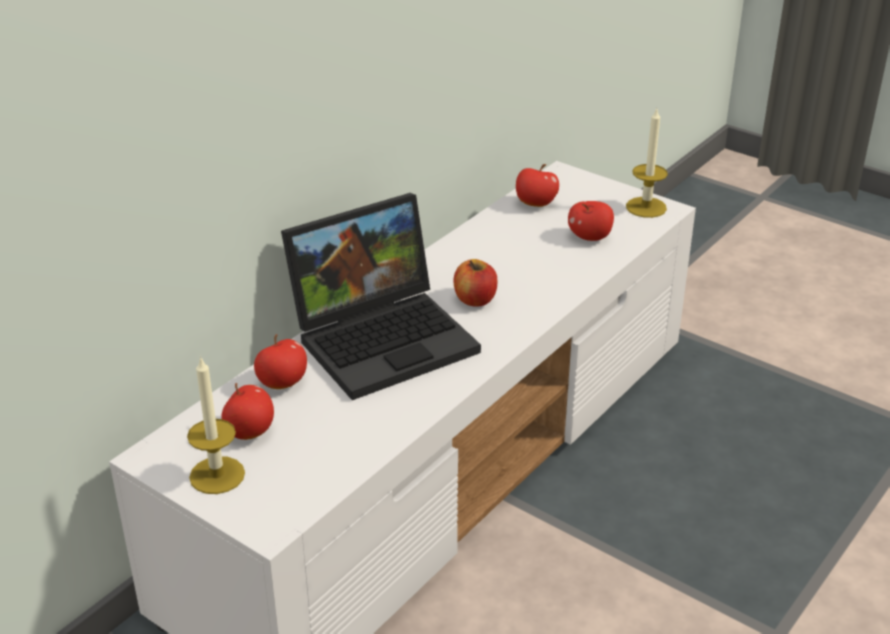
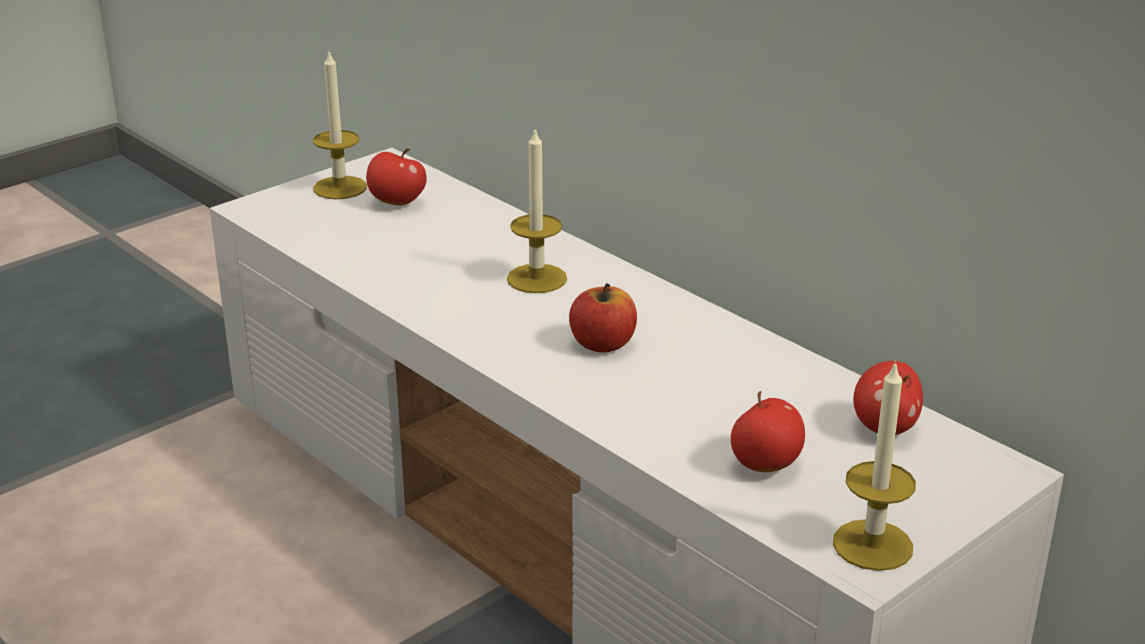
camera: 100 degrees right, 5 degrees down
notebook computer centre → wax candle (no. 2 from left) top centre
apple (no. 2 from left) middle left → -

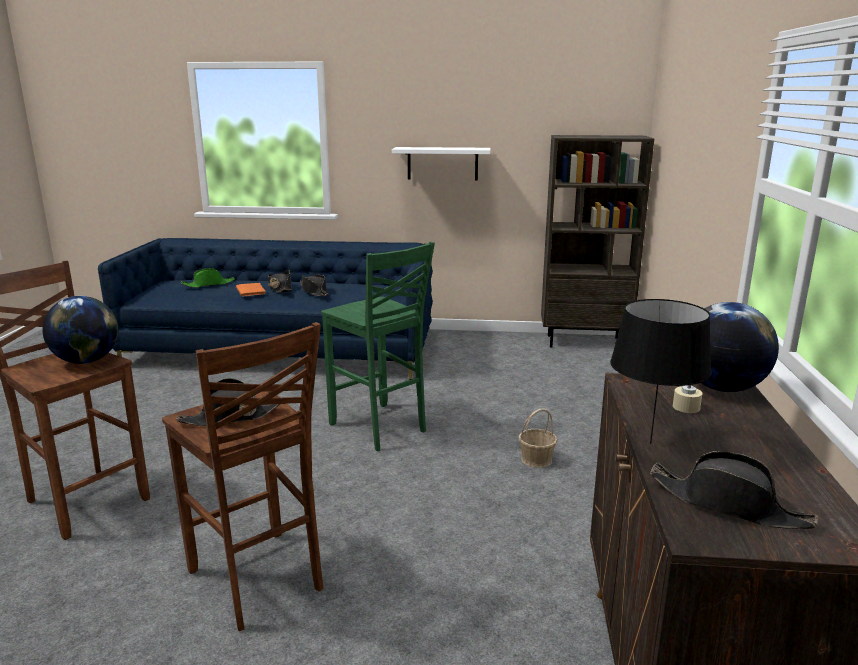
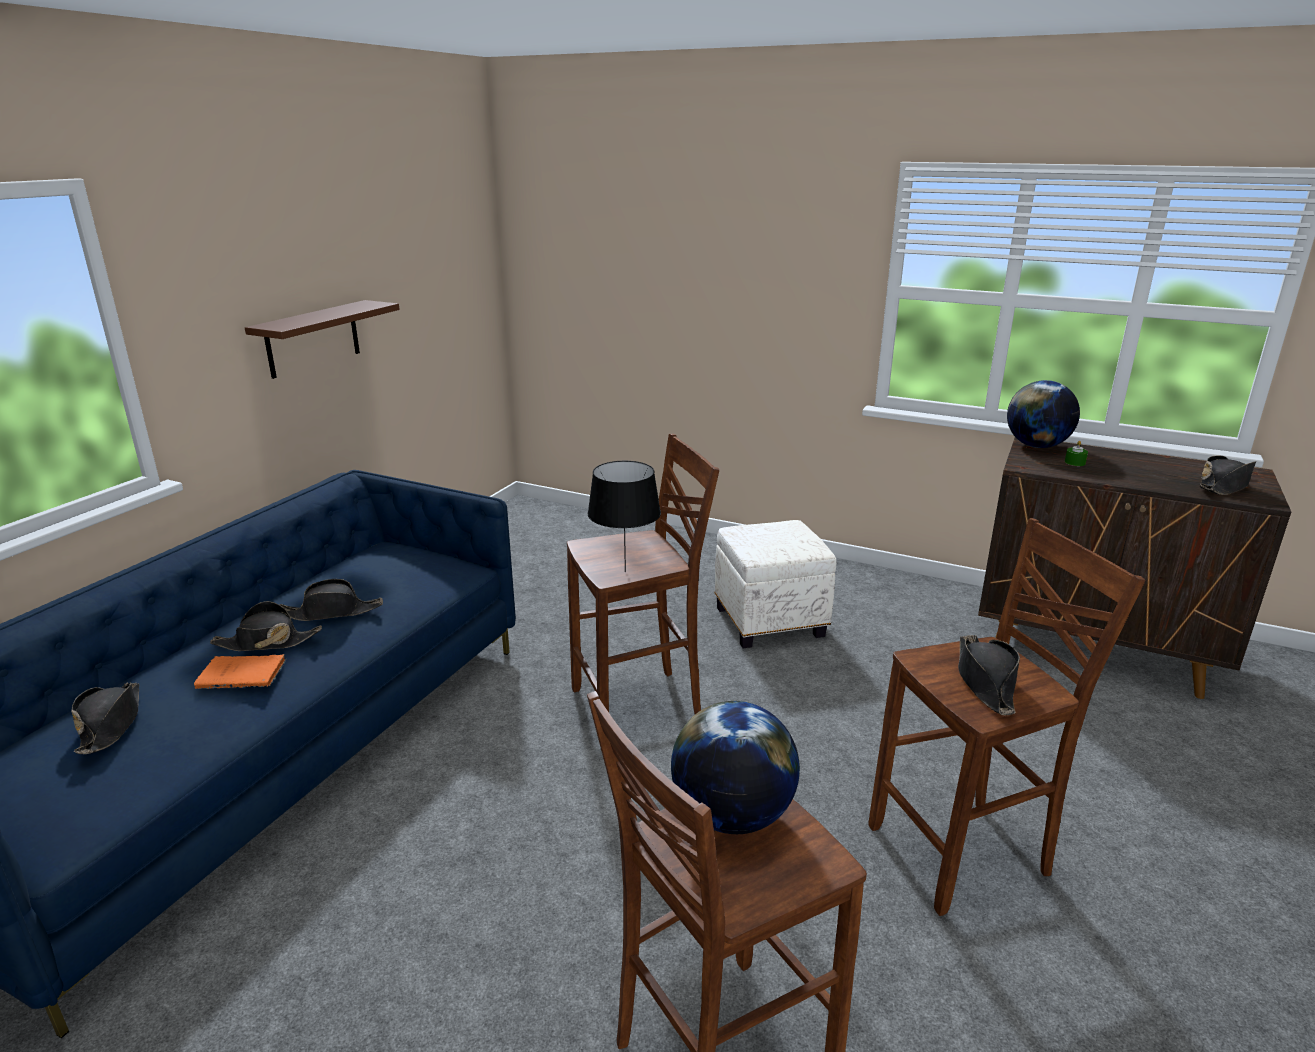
camera: 70 degrees left, 5 degrees up
greenish wearable hat middle left → blackish wearable hat (no. 1 from left) bottom left
white-coloured wall shelf top centre → brownish wall shelf top left
greenish stool seat centre → brownish stool seat (no. 1 from left) centre
blackish table lamp middle right → blackish table lamp centre, shifted
household basket centre → white-coloured pouffe centre
sand-coloured wax candle middle right → greenish wax candle middle right
brownish shelving unit middle right → -

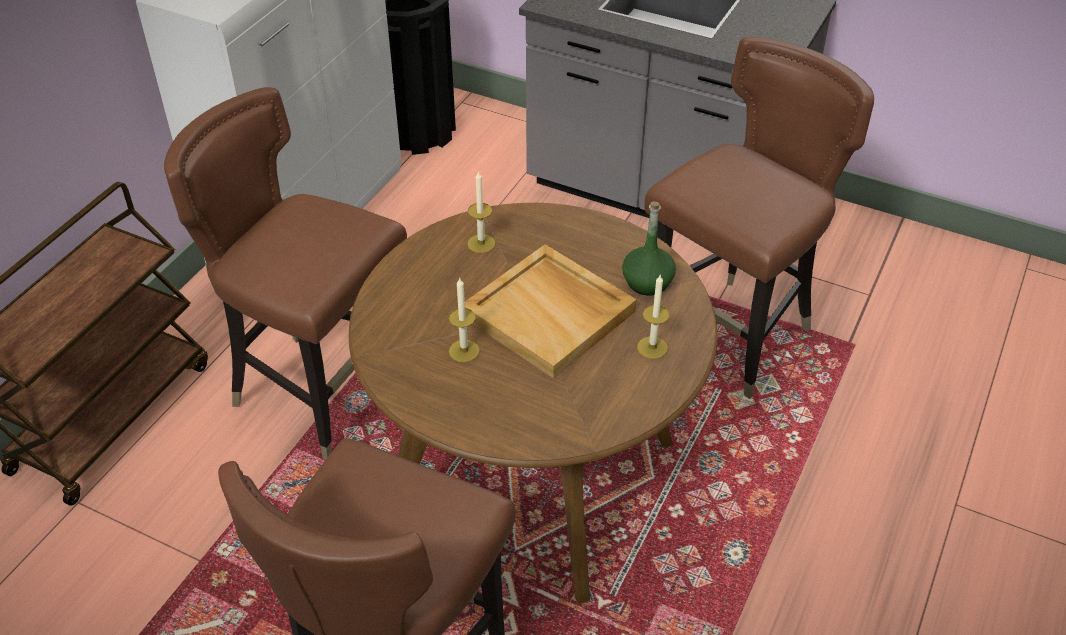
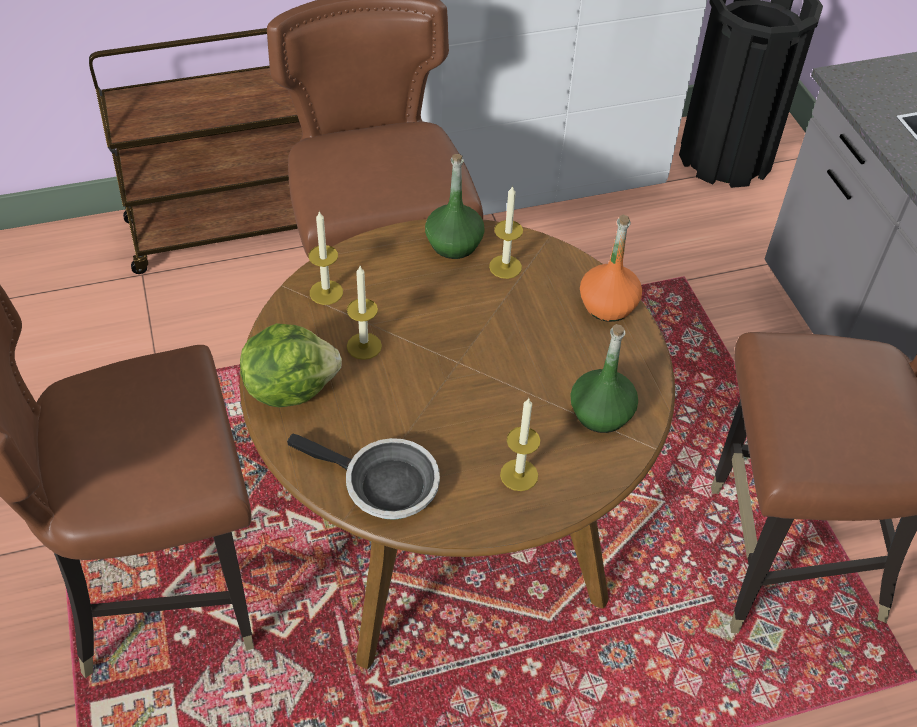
camera: 45 degrees right, 5 degrees up
- → lettuce middle left
- → pan centre
- → wax candle (no. 1 from left) centre
- → greenish bottle (no. 1 from left) top centre
- → orangey bottle centre
sand-coloured tray centre → -

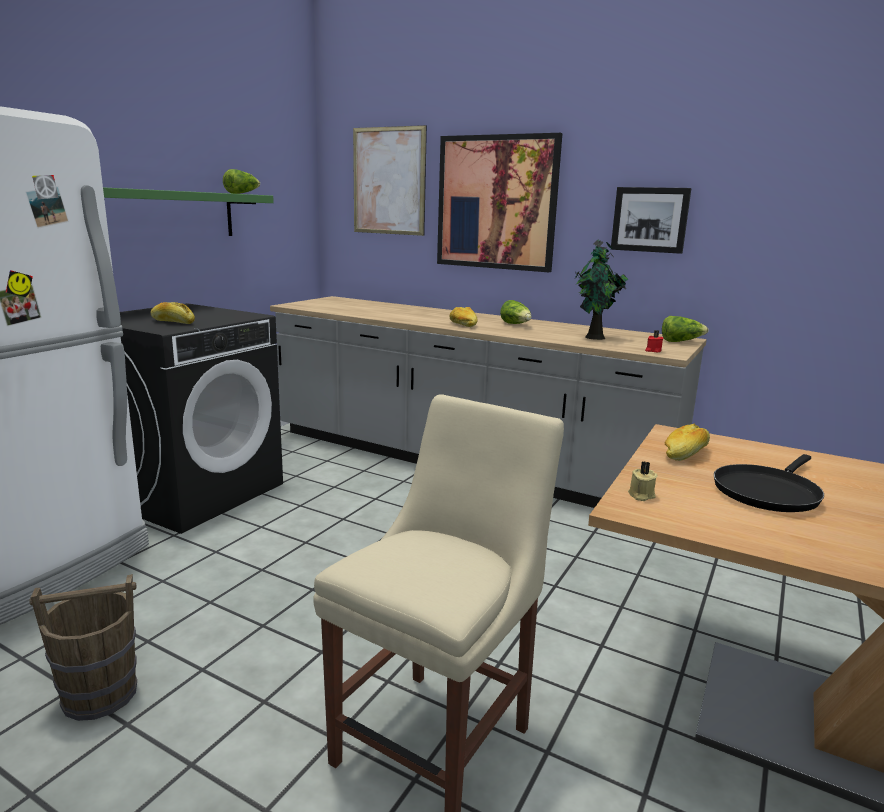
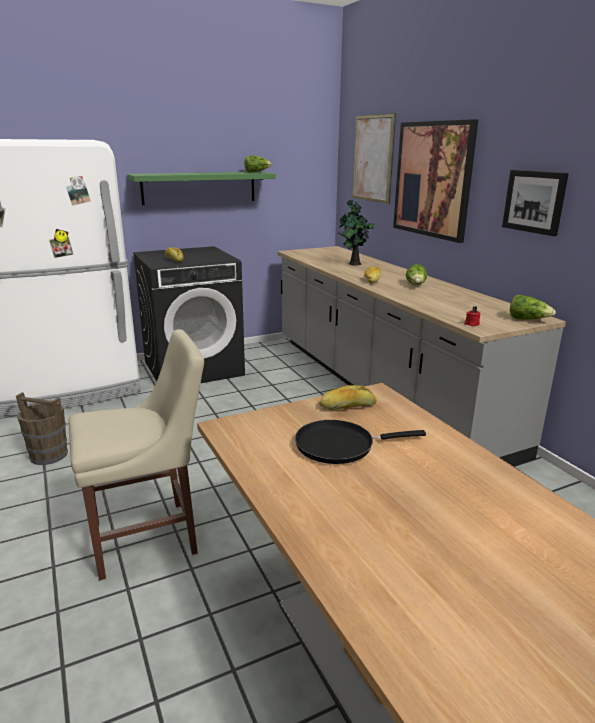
camera: 35 degrees right, 5 degrees up
houseplant middle right → houseplant top centre, shifted
sand-coloured wax candle middle right → -

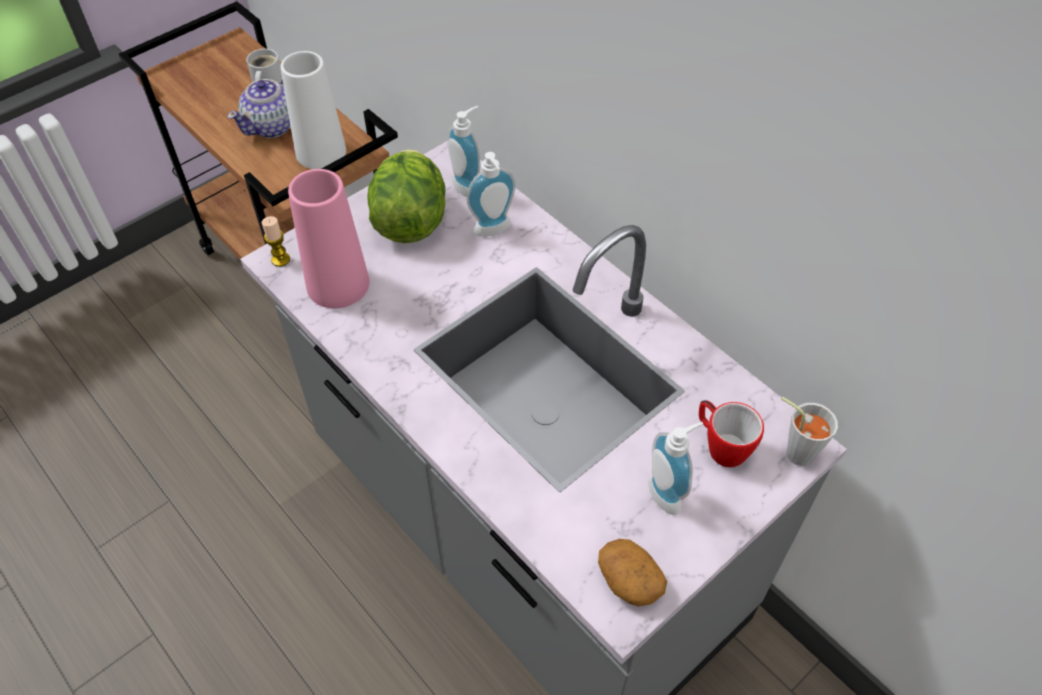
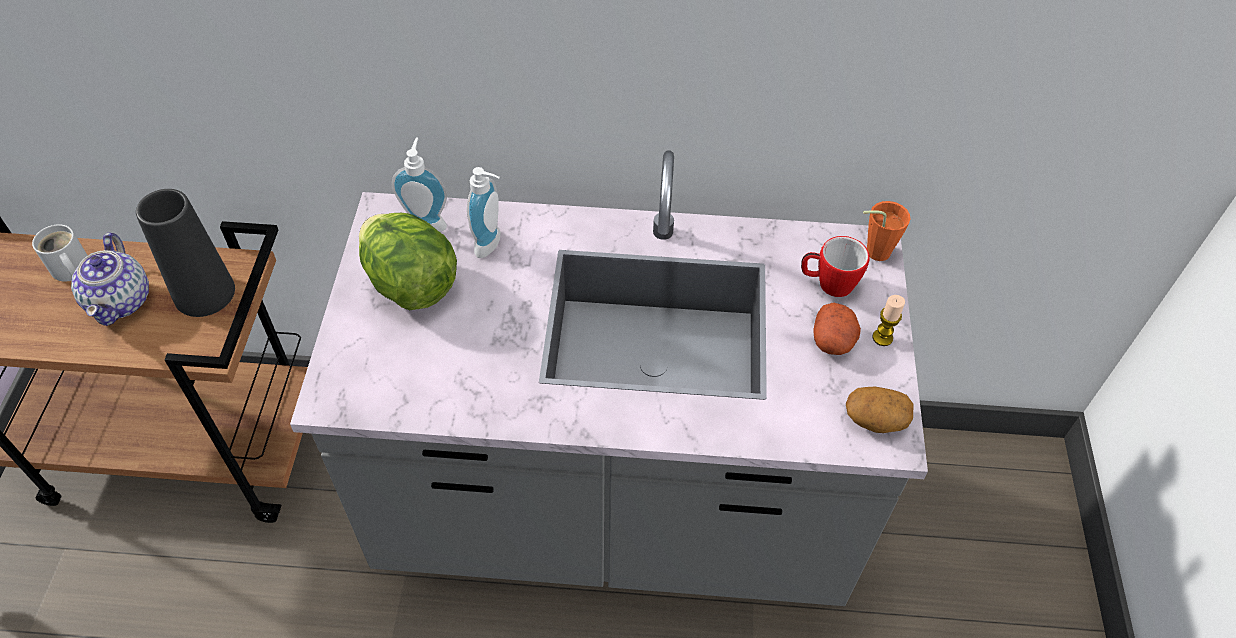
camera: 45 degrees left, 0 degrees up
white-coloured decorative vase top left → blackish decorative vase middle left
soap dispenser (no. 3 from left) bottom centre → spud (no. 1 from left) middle right
gray drinking cup middle right → orangey drinking cup middle right
wax candle middle left → wax candle middle right, shifted
pink decorative vase middle left → -

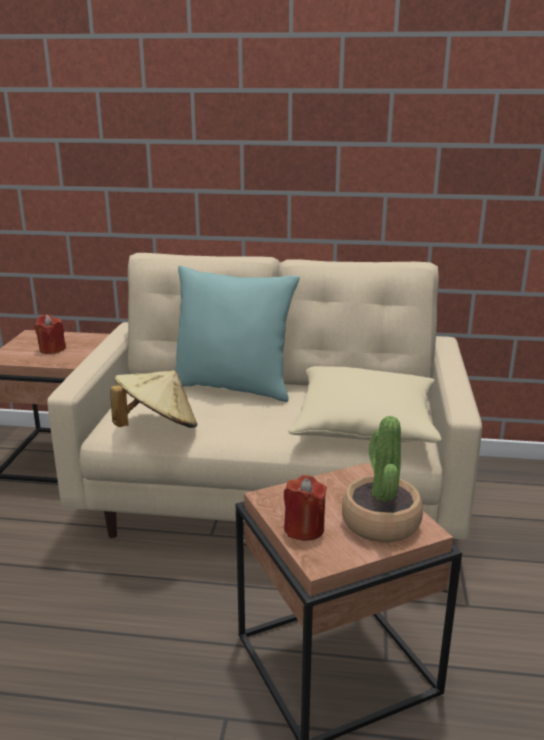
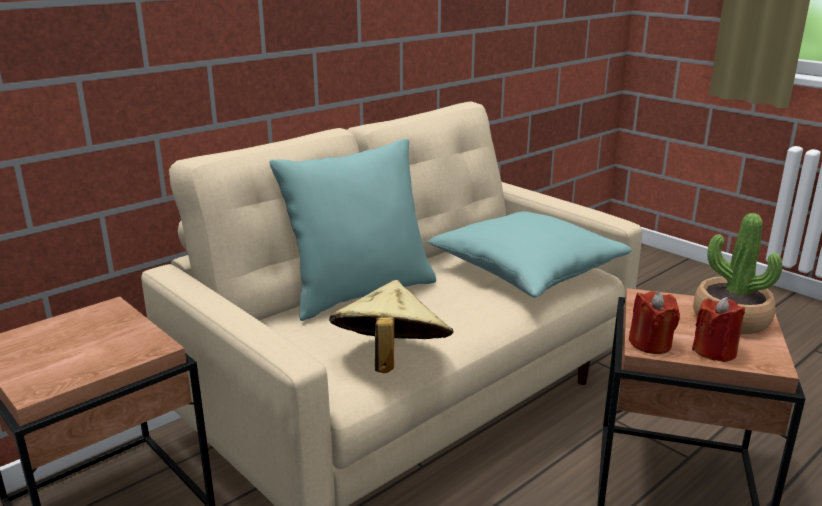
camera: 50 degrees left, 0 degrees up
sand-coloured throw pillow middle right → turquoise throw pillow (no. 2 from left) centre
reddish wax candle (no. 1 from left) middle left → reddish wax candle (no. 1 from left) middle right, shifted

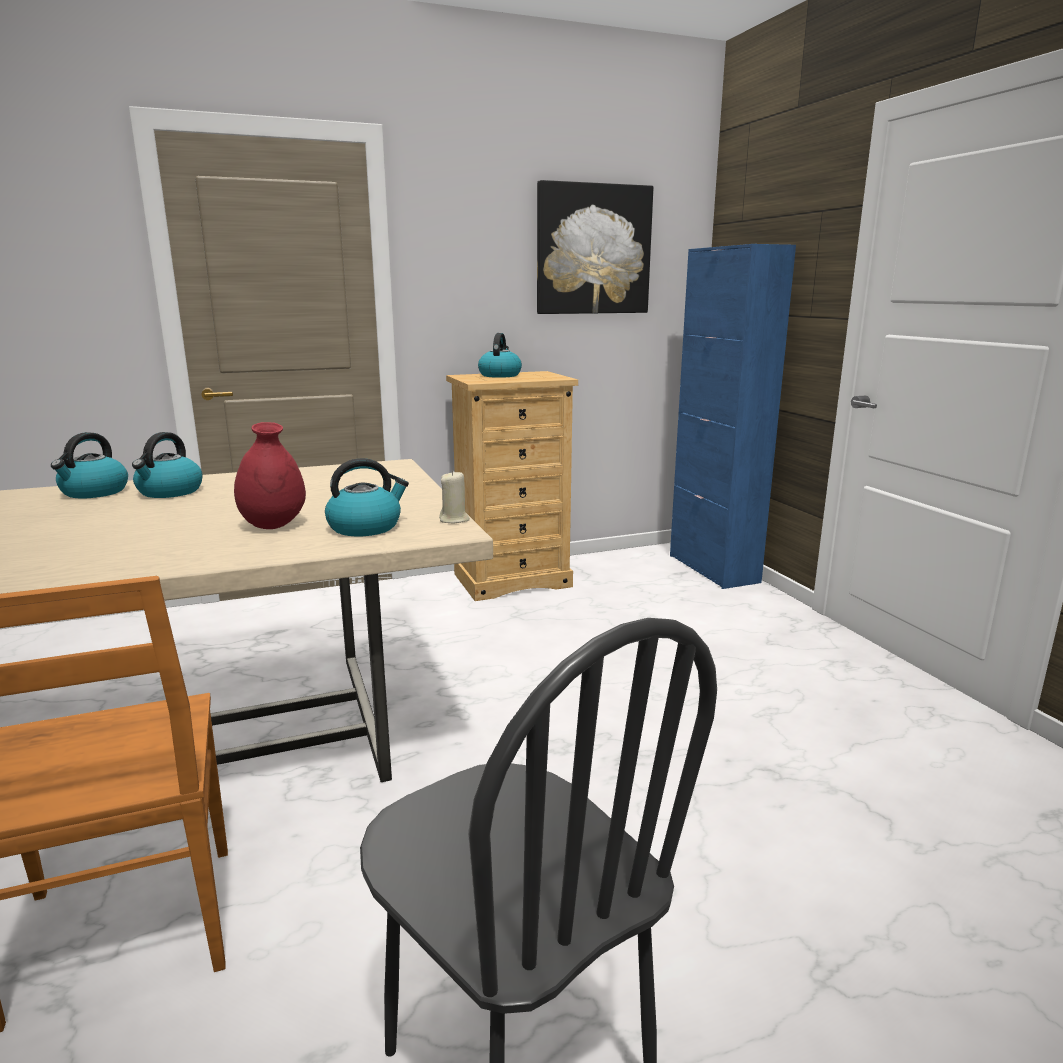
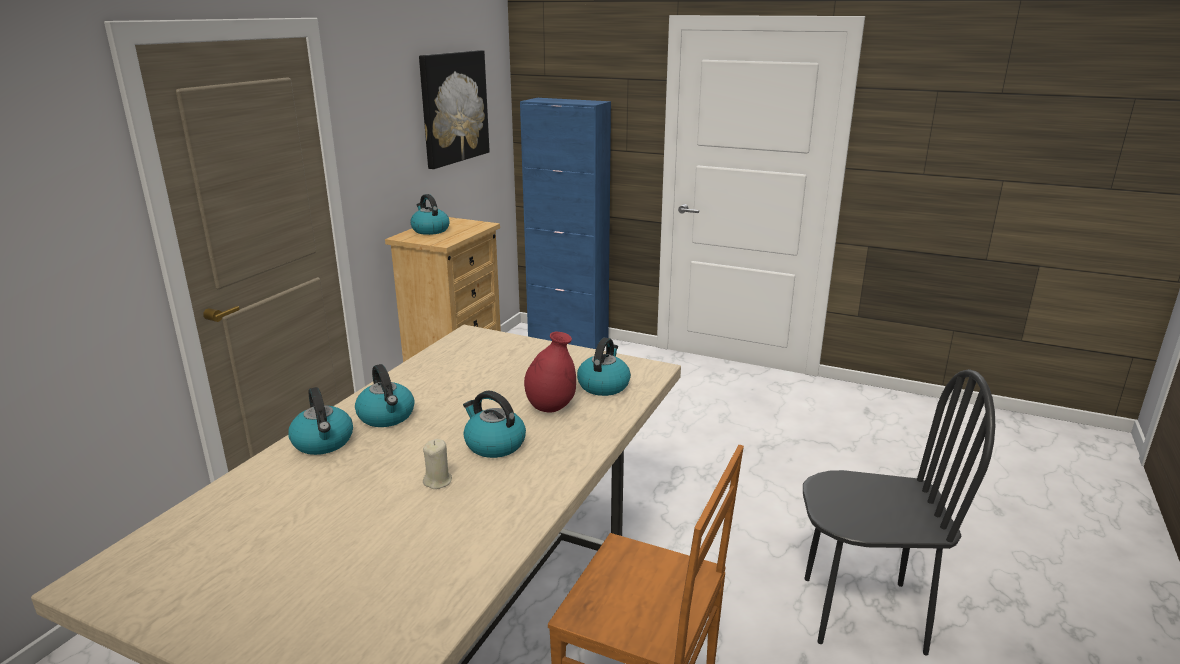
camera: 45 degrees left, 5 degrees up
sand-coloured wax candle centre → sand-coloured wax candle bottom centre, shifted
- → tea kettle (no. 4 from left) centre

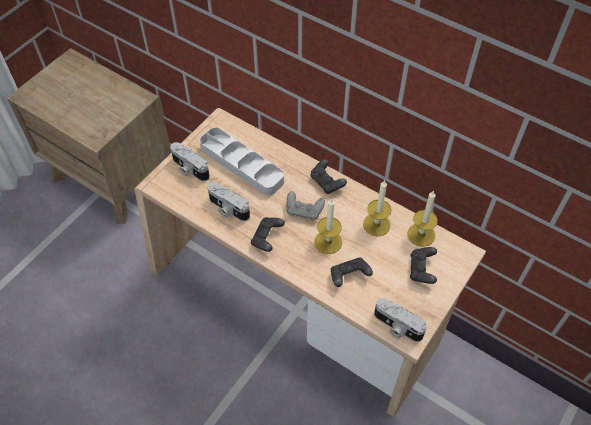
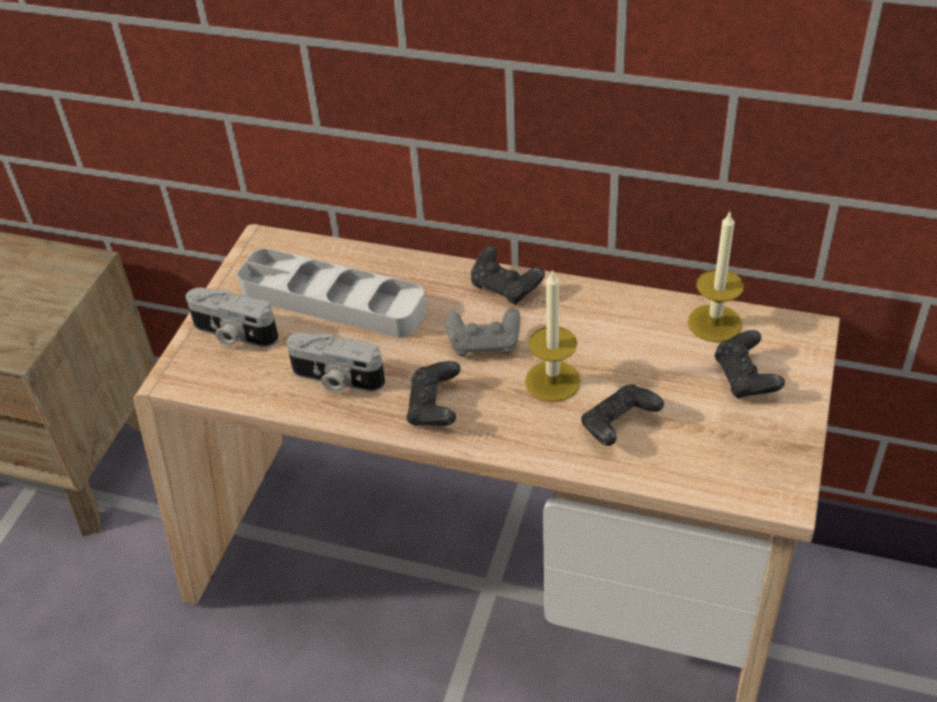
camera: 15 degrees left, 10 degrees down
wax candle (no. 2 from left) centre → -
photo camera (no. 3 from left) bottom right → -

